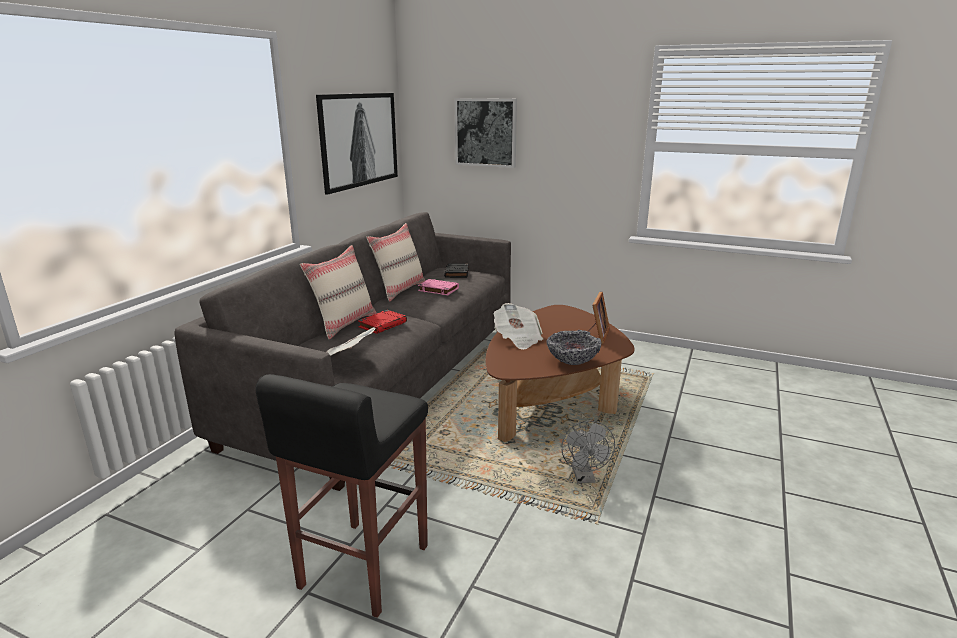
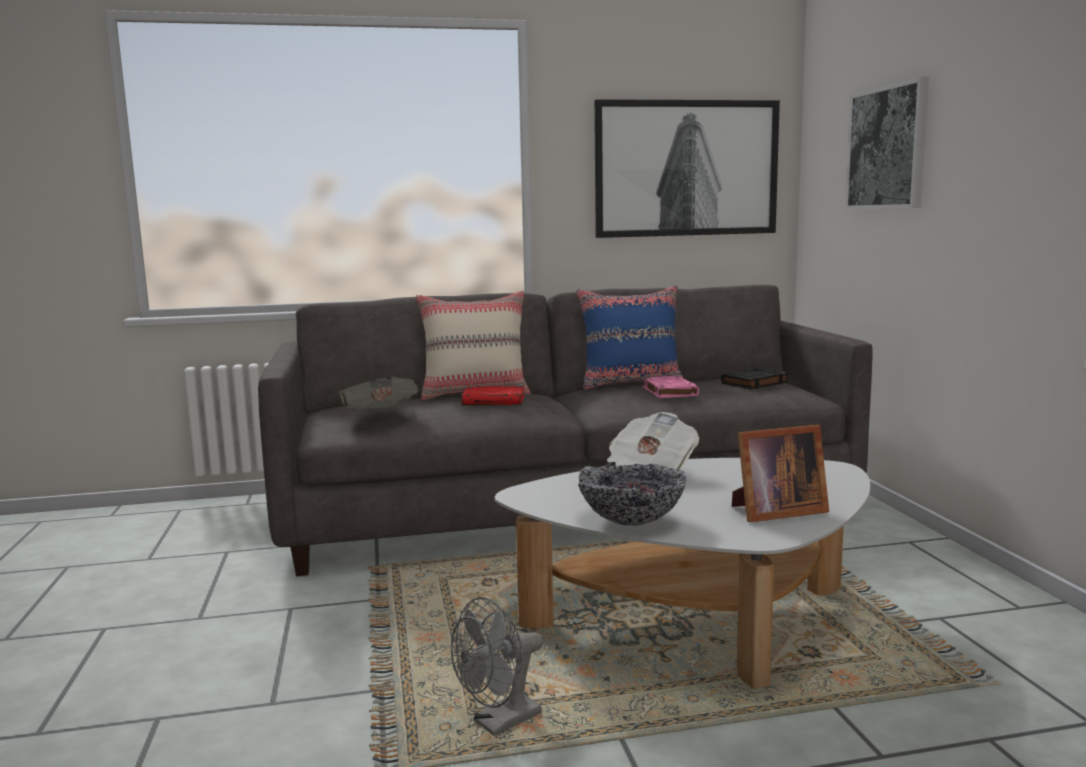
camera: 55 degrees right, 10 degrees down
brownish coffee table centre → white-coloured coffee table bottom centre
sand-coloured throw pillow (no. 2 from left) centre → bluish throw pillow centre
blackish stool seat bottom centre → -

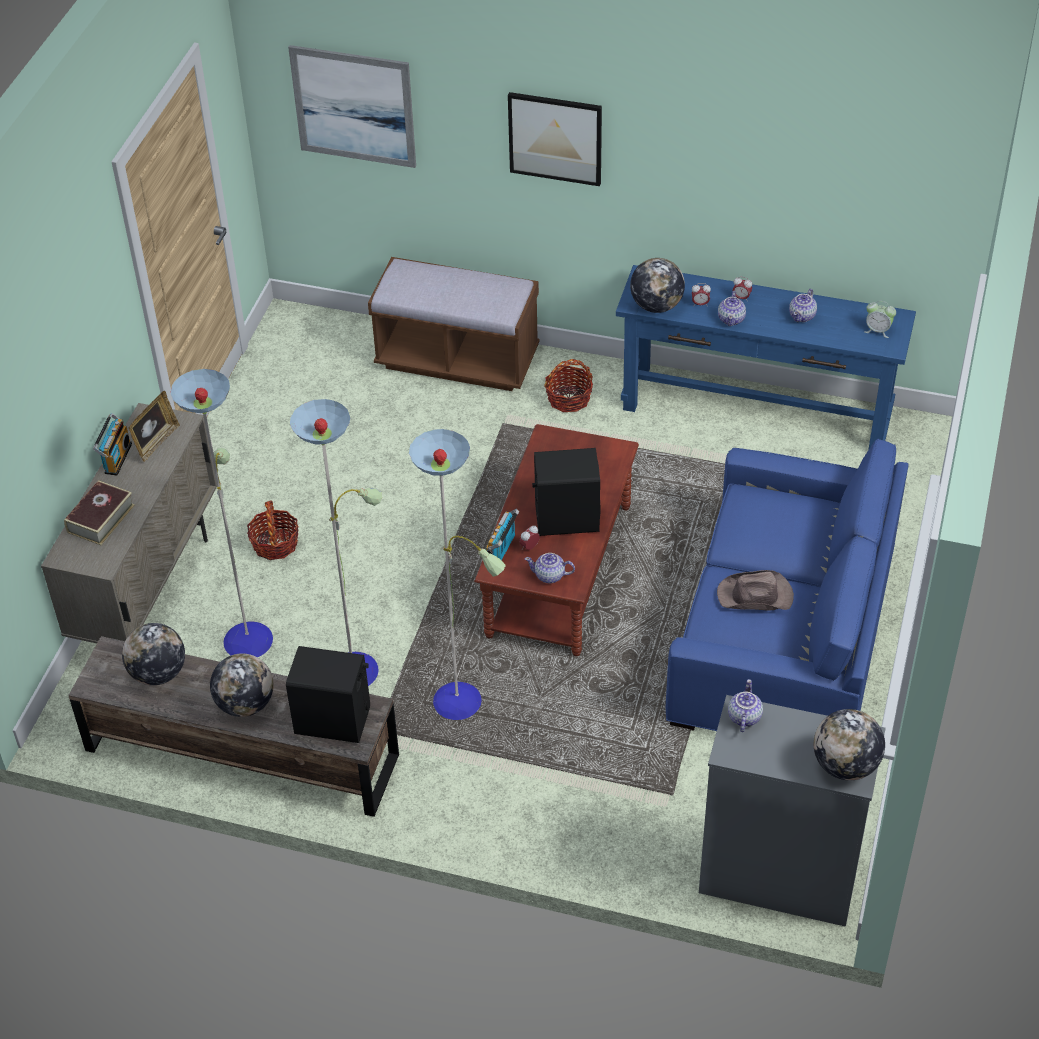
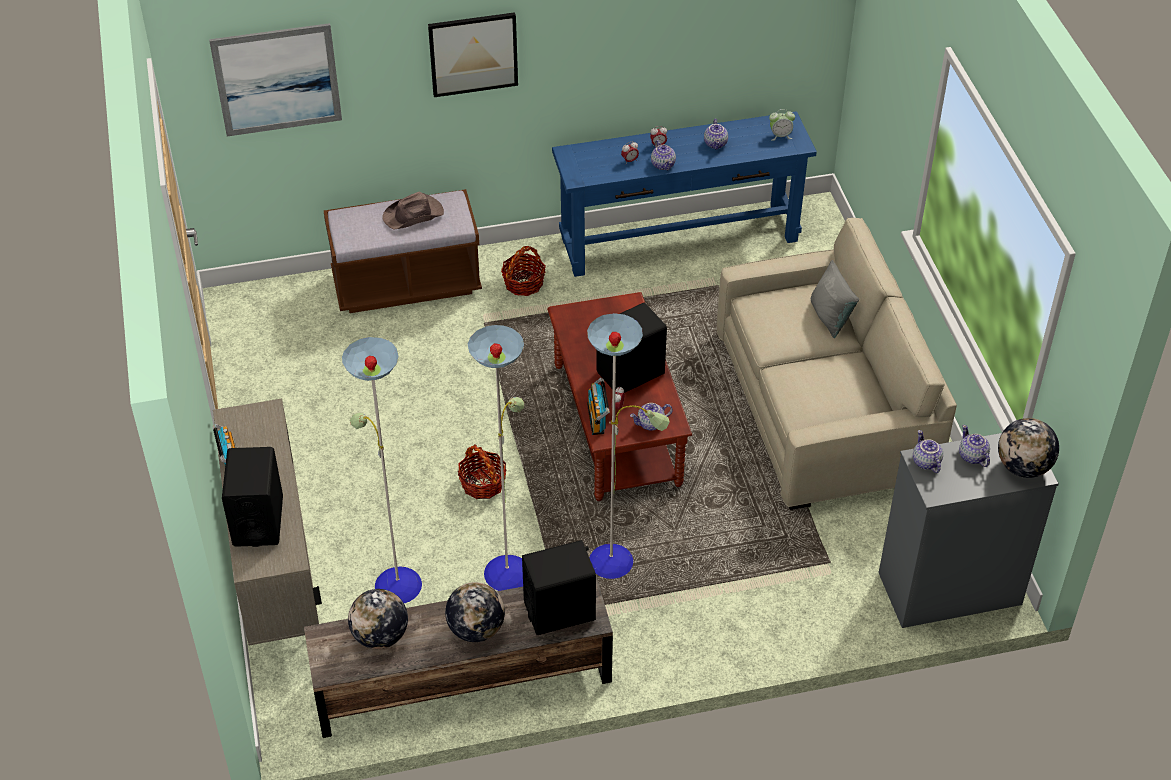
camera: 30 degrees left, 0 degrees up
volume middle left → blackish loudspeaker (no. 1 from left) middle left
brownish wearable hat middle right → brownish wearable hat top centre, shifted
household basket (no. 1 from left) middle left → household basket (no. 1 from left) centre, shifted
bluish sofa middle right → sand-coloured sofa middle right
- → gray throw pillow middle right
- → tea pot (no. 5 from left) middle right
picture frame middle left → -
world globe (no. 3 from left) top centre → -

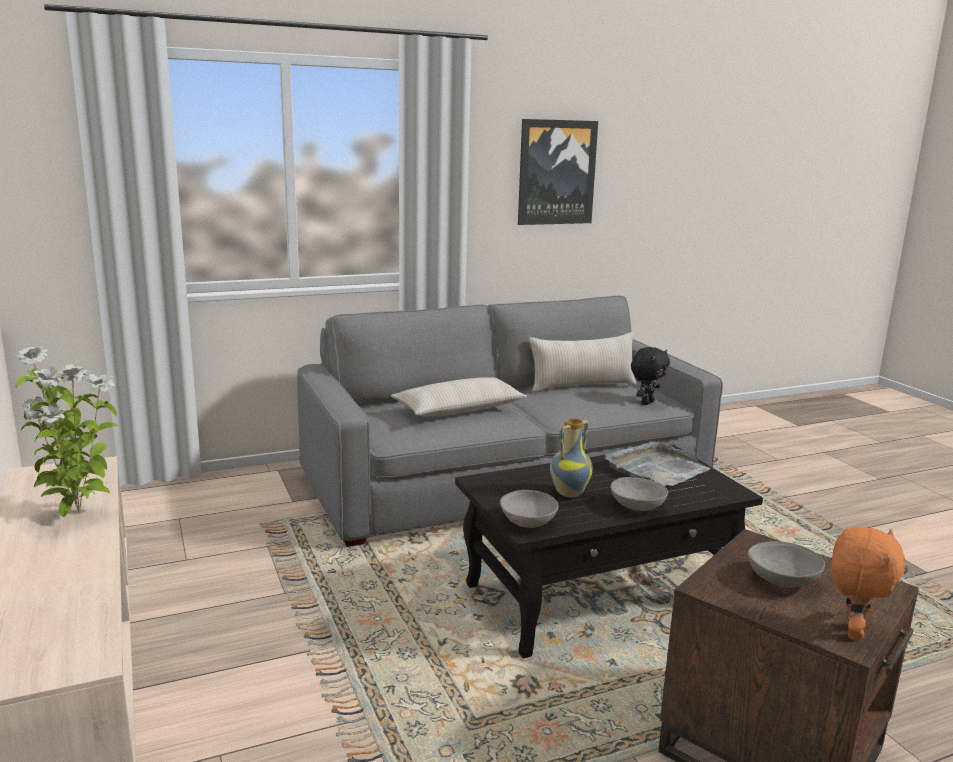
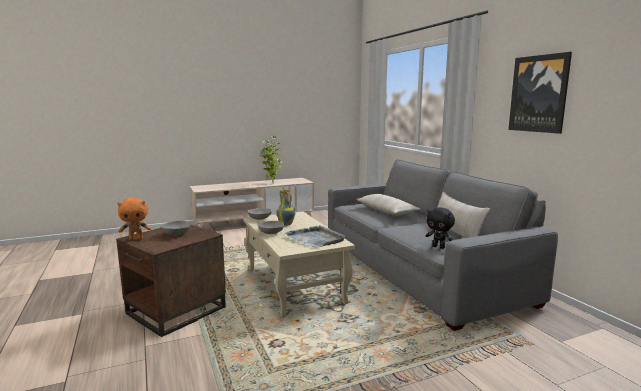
camera: 90 degrees right, 5 degrees down
orangey cuddly toy bottom right → orangey cuddly toy middle left, 45 degrees counterclockwise
blackish coffee table bottom centre → sand-coloured coffee table bottom centre

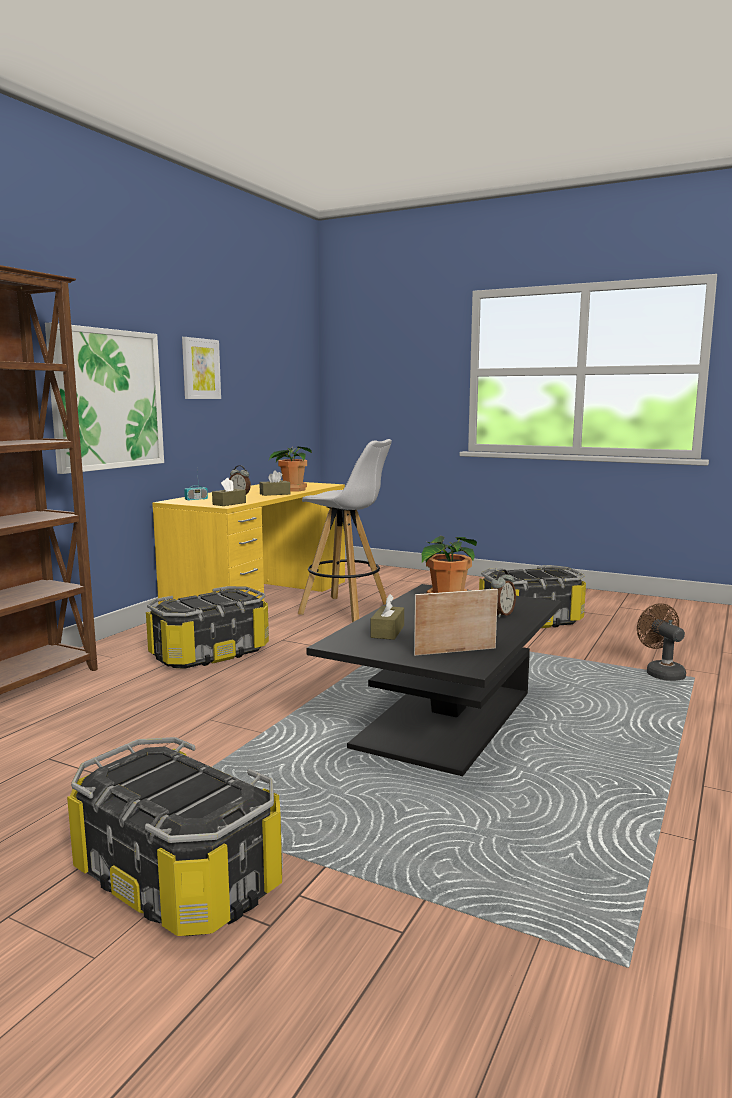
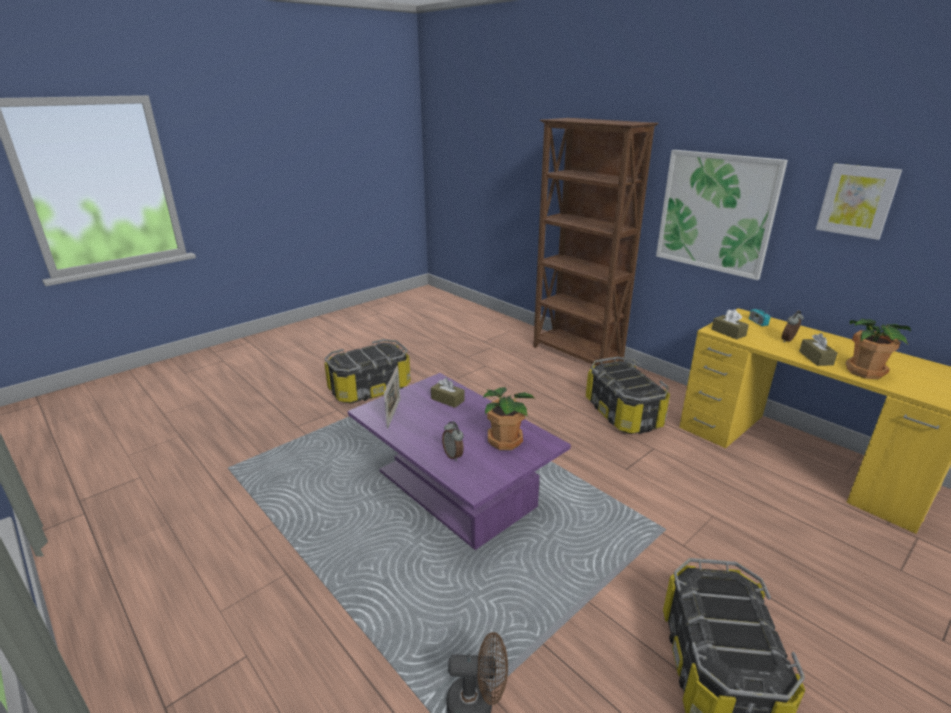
camera: 110 degrees right, 15 degrees up
blackish coffee table centre → purplish coffee table centre
white-coloured stool seat centre → -

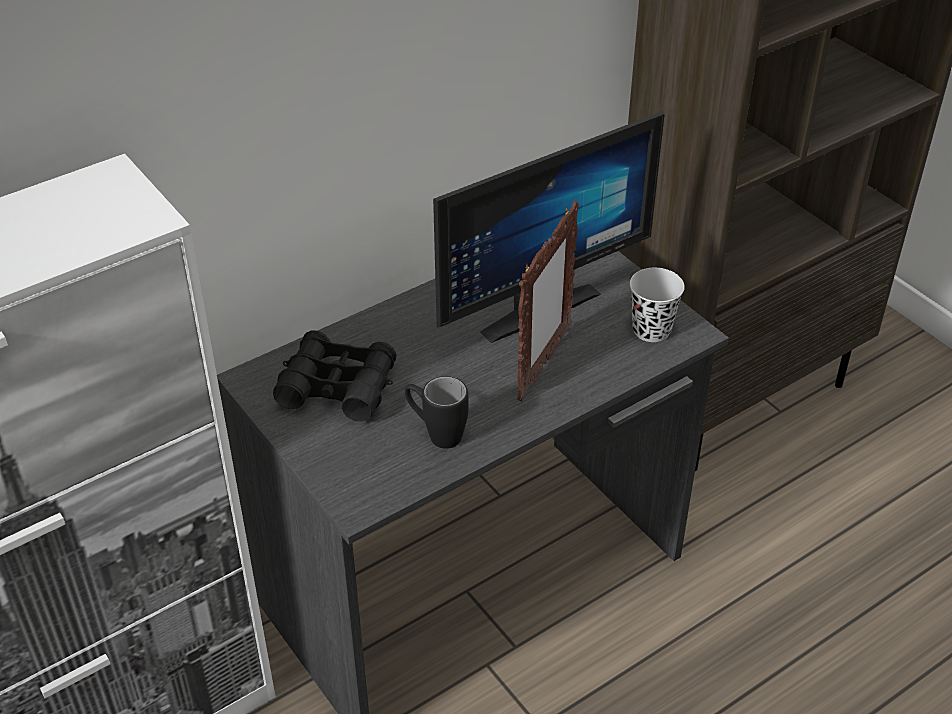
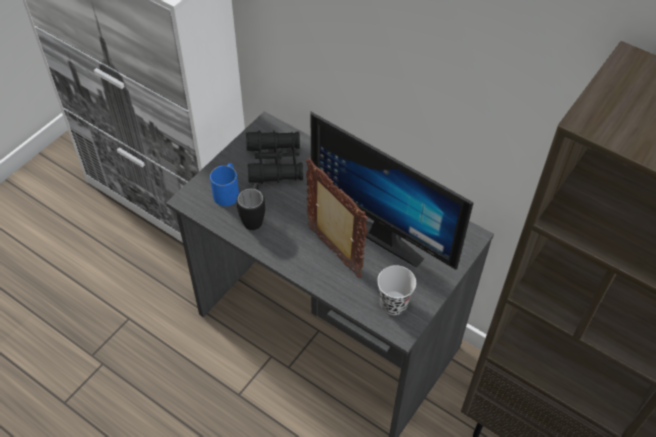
camera: 70 degrees right, 10 degrees up
- → bluish tea mug centre
picture frame centre, 135 degrees counterclockwise

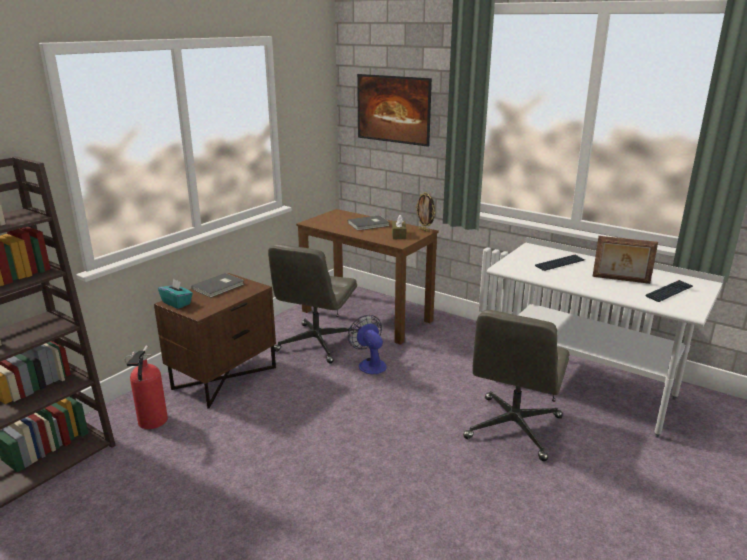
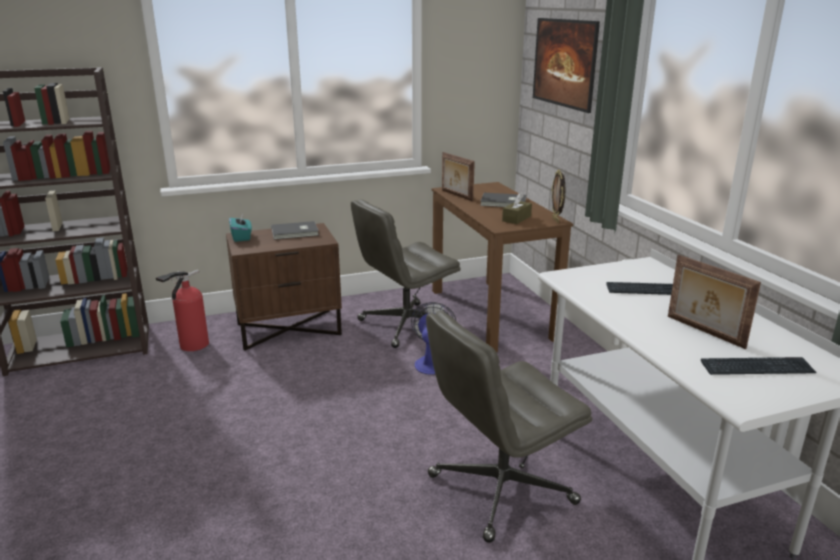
camera: 35 degrees right, 0 degrees up
- → picture frame (no. 1 from left) top centre

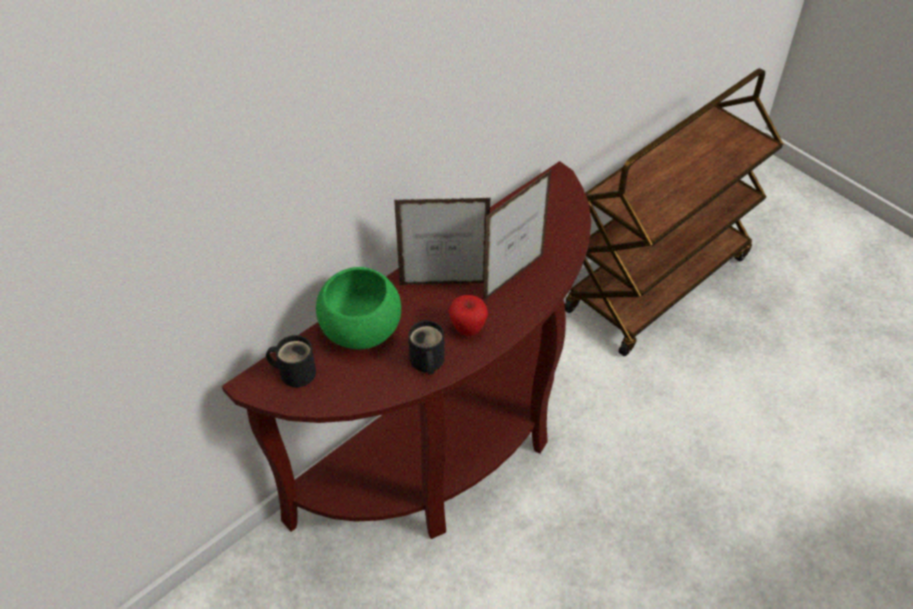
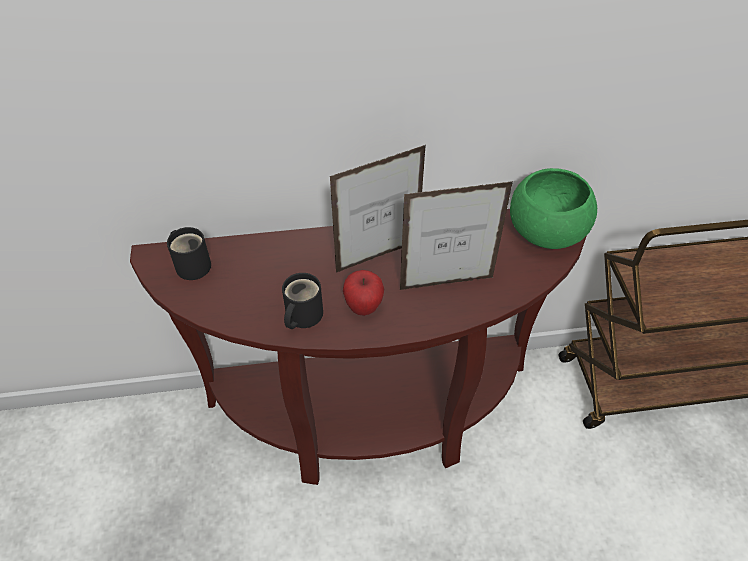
camera: 35 degrees right, 0 degrees up
picture frame (no. 1 from left) centre, 60 degrees counterclockwise
greenish serving bowl centre → greenish serving bowl middle right, shifted

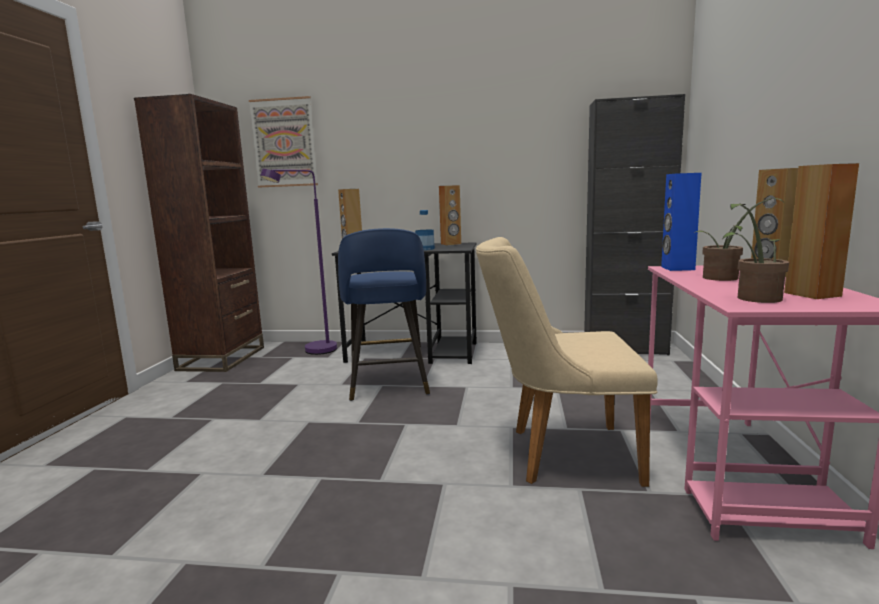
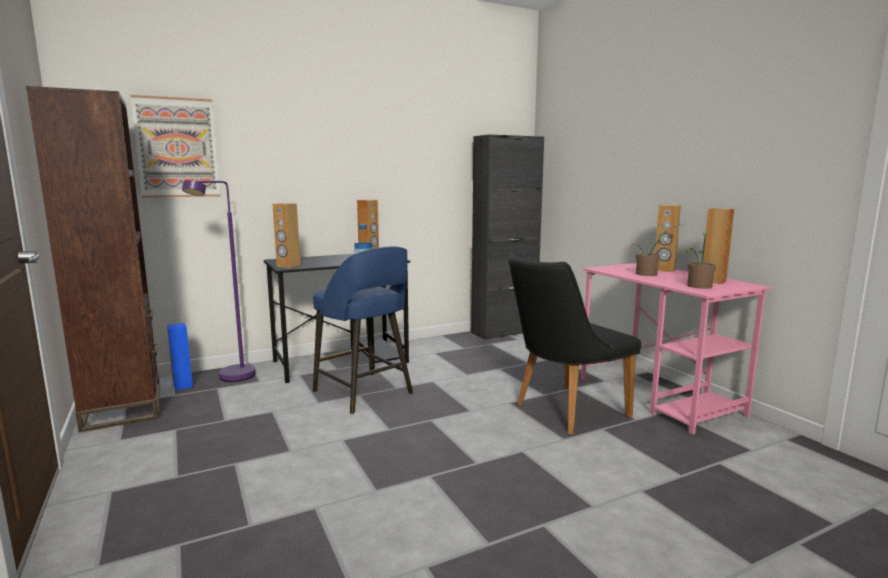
camera: 35 degrees left, 0 degrees up
bluish loudspeaker middle right → bluish loudspeaker middle left, shifted
sand-coloured upright chair centre → blackish upright chair centre

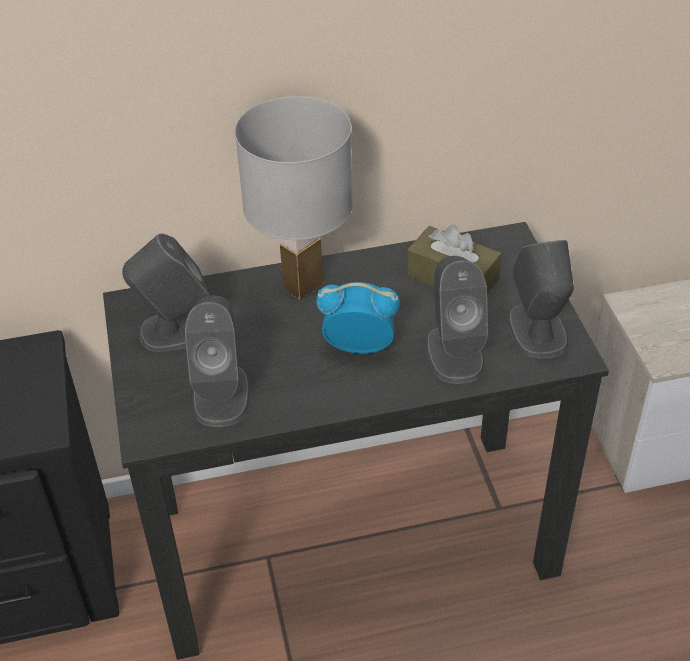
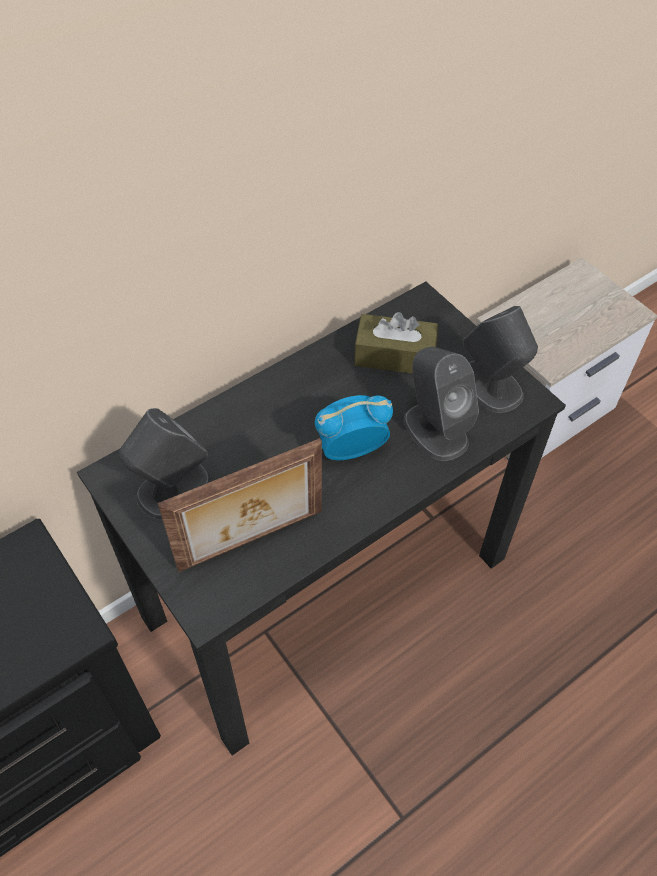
camera: 25 degrees left, 10 degrees up
gray loudspeaker (no. 2 from left) middle left → picture frame centre
white-coloured table lamp top centre → -

